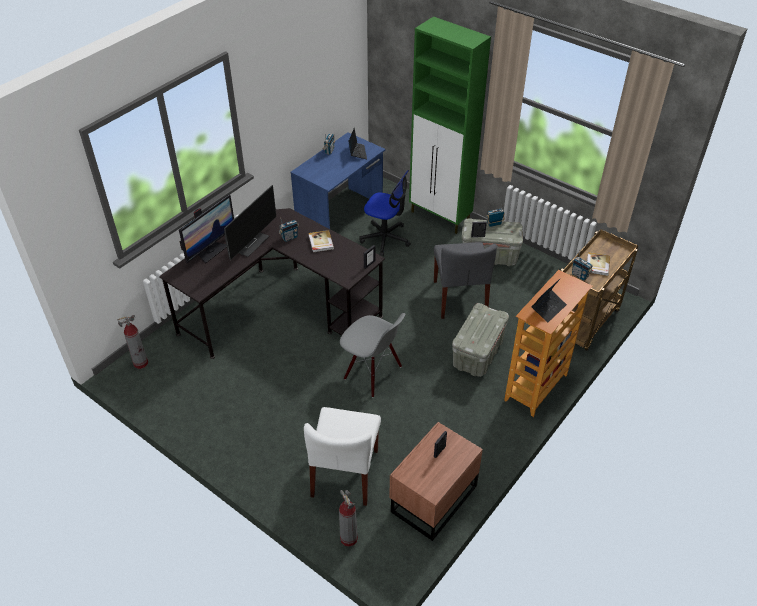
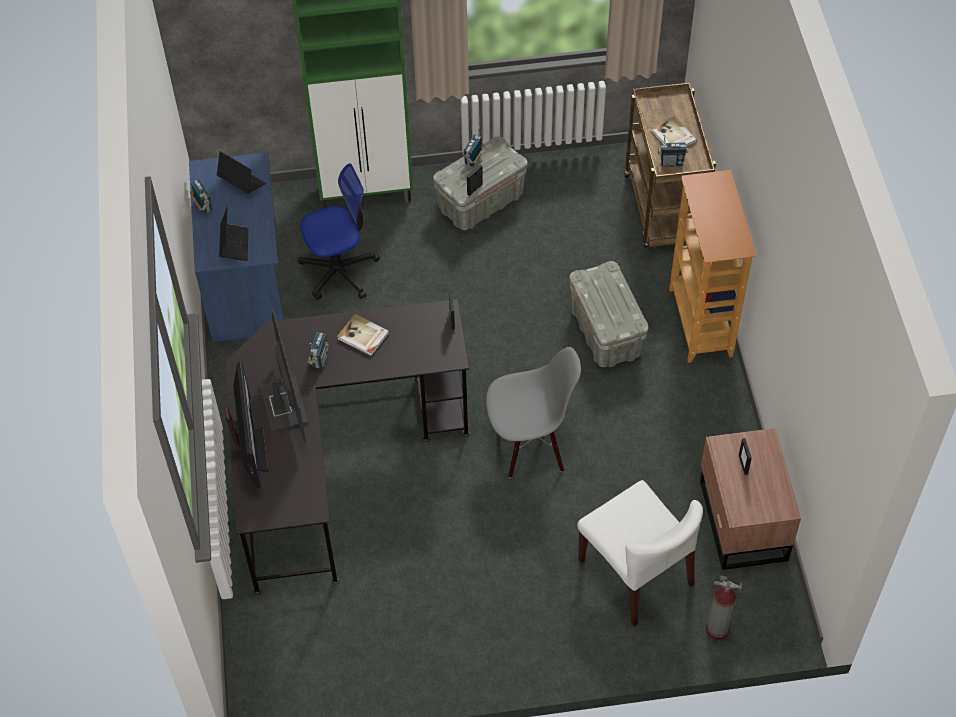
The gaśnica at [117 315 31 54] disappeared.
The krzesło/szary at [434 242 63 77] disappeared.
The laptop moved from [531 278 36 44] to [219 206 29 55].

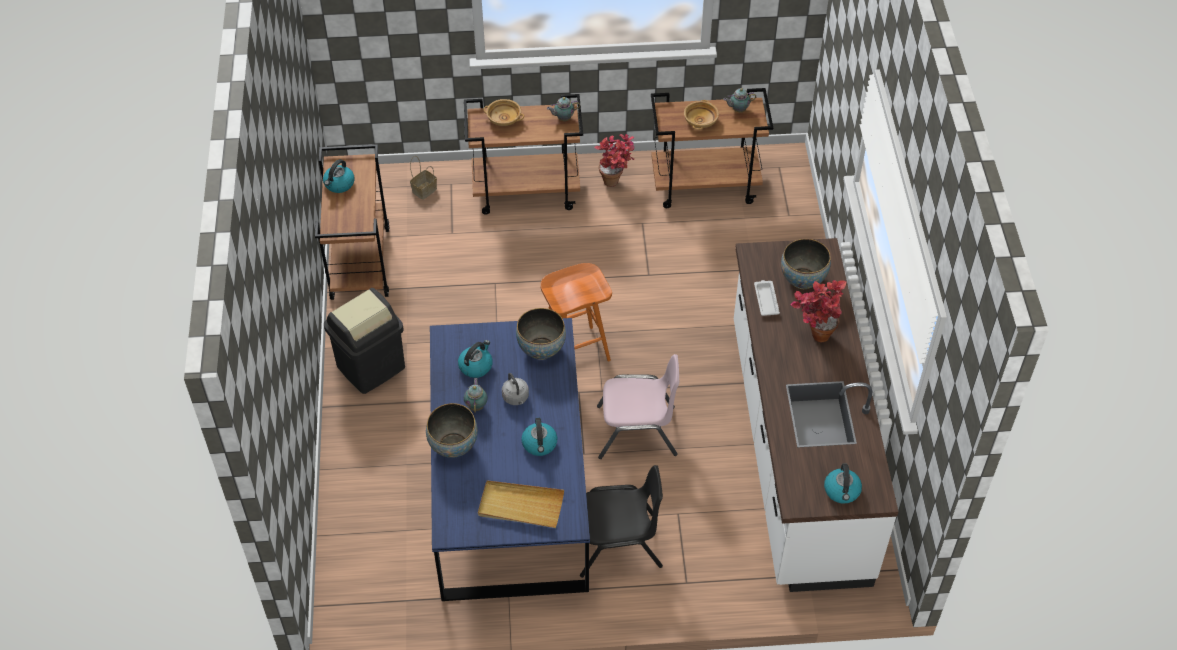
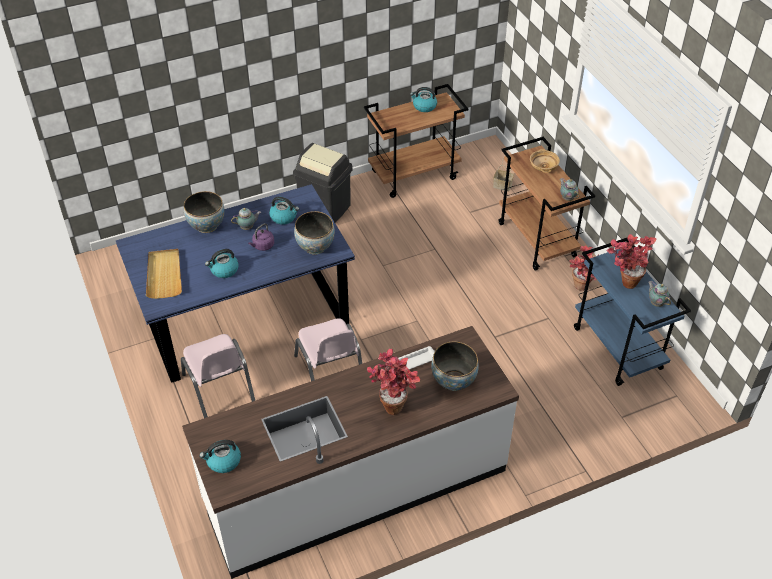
The stołek/pomarańczowy at [540 263 72 98] disappeared.
The miska/beżowy at [684 100 35 30] was replaced by the roślina doniczkowa at [606 234 50 55].
The czajnik/szary at [502 373 27 32] became the czajnik/fioletowy at [248 223 26 28].
The krzesło/czarny at [580 465 83 113] became the krzesło/różowy at [181 334 74 84].
The wózek/brązowy at [651 88 122 120] became the wózek/niebieski at [574 238 117 148].

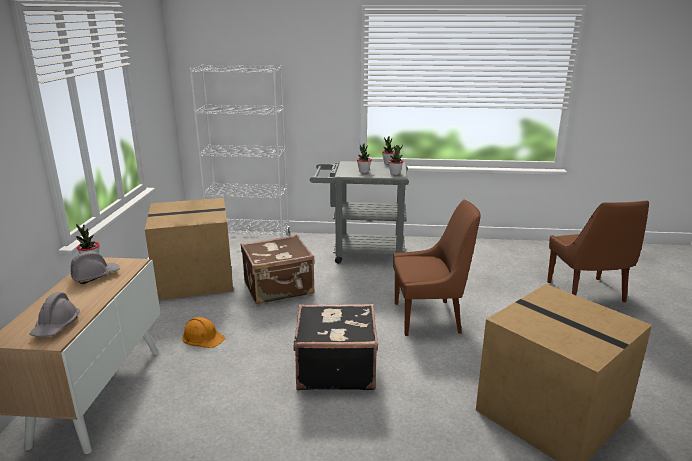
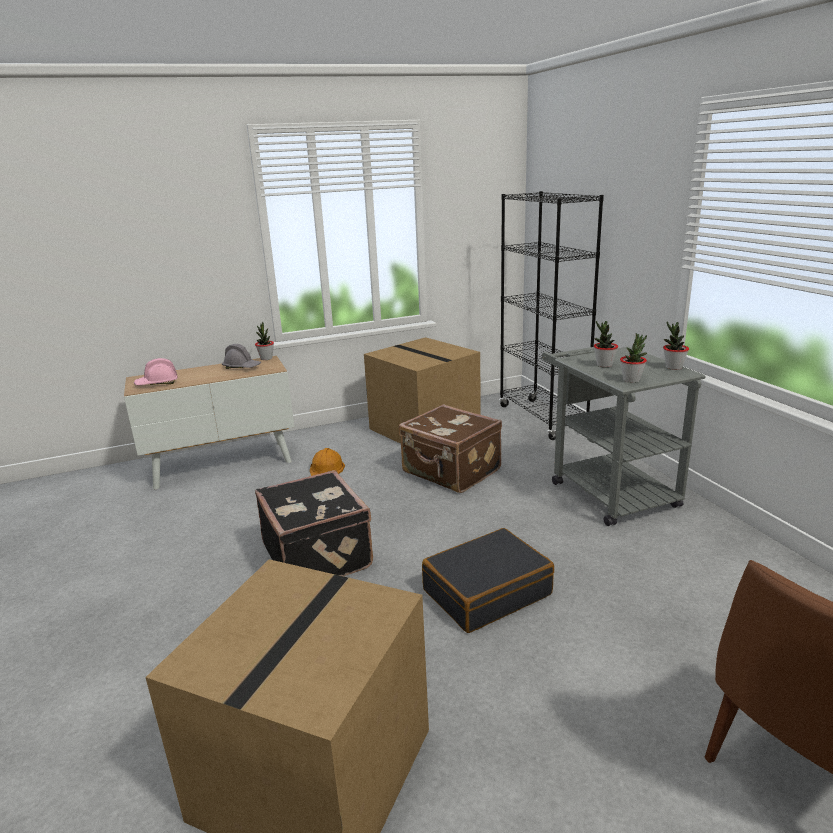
The krzesło/brązowy at [393 200 88 136] was replaced by the walizka/czarny at [422 528 132 105].
The kask/szary at [30 292 50 45] became the kask/różowy at [134 358 44 27].
The regał/biały at [189 64 101 174] became the regał/czarny at [499 191 105 249].

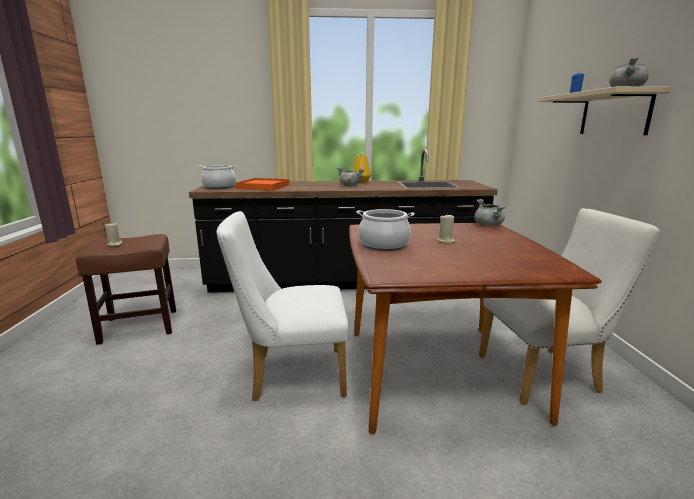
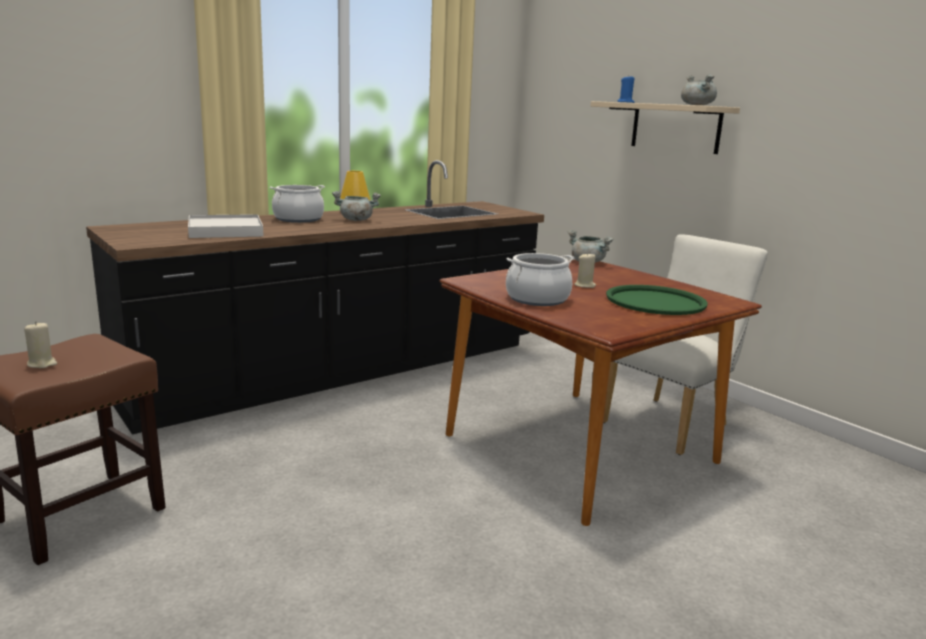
The krzesło/biały at [216 211 133 190] disappeared.
The taca/zielony at [606 285 102 30] appeared.
The garnek moved from [199 165 37 24] to [269 185 56 38].
The taca/pomarańczowy at [235 178 54 13] became the taca/biały at [188 214 75 24].

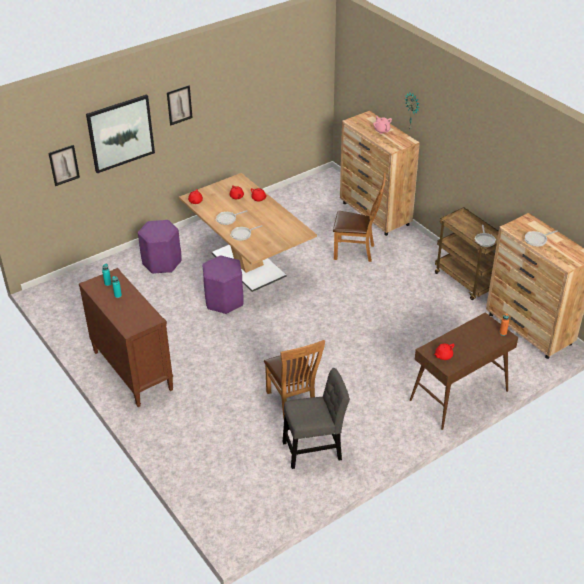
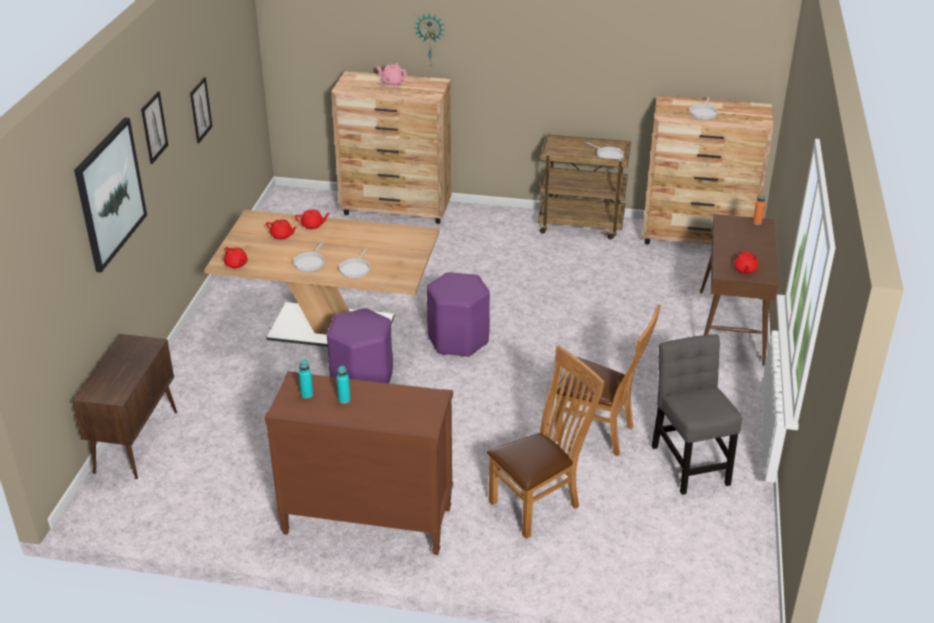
The szafka/brązowy at [72 334 105 145] appeared.
The obraz moved from [48 145 32 41] to [190 77 22 66].
The stołek/fioletowy moved from [138 220 43 54] to [427 272 63 85].
The krzesło/brązowy moved from [333 173 53 89] to [487 345 118 194].
The krzesło/szary at [283 368 67 101] turned 45 degrees counterclockwise.

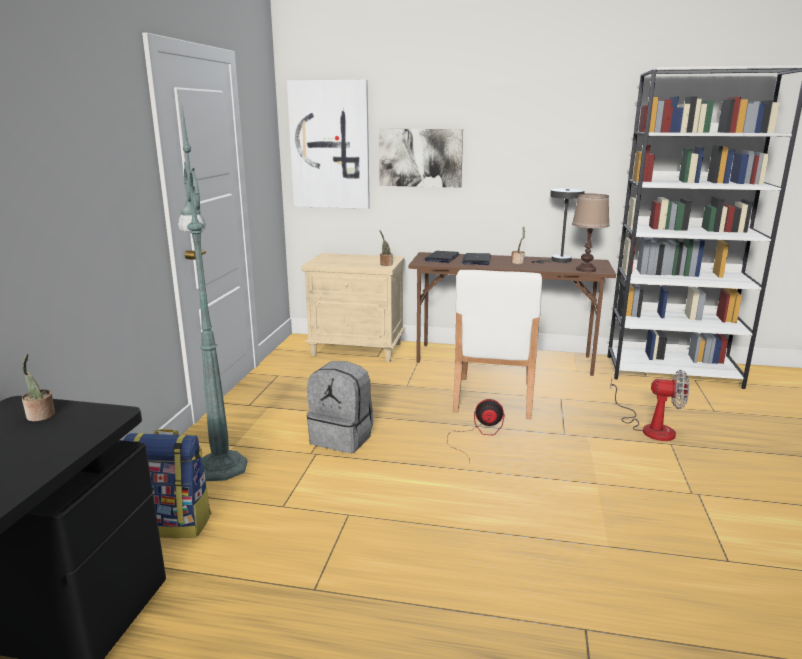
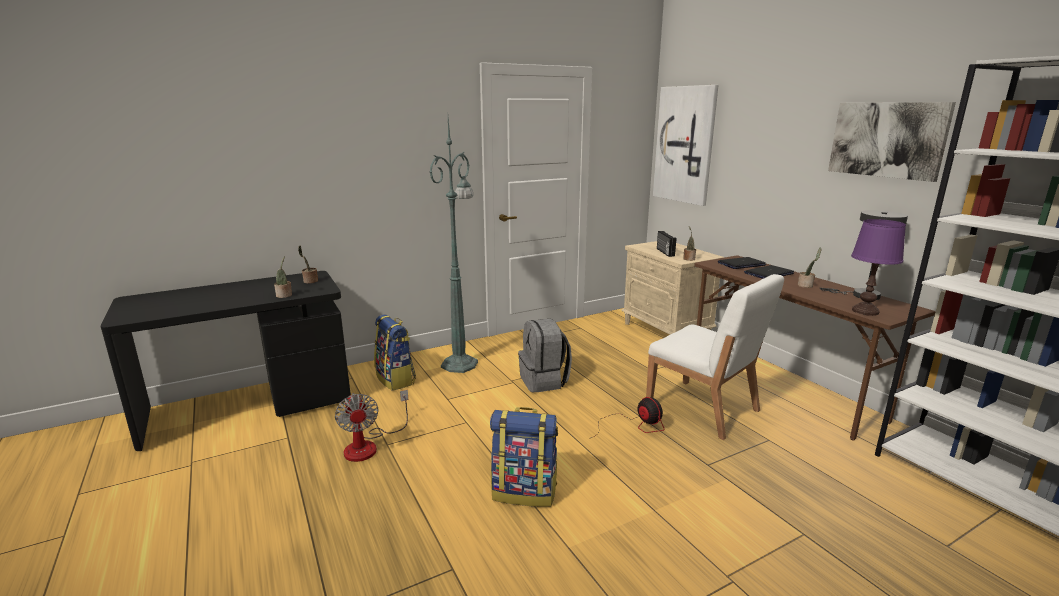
The roślina doniczkowa at [274 256 18 42] appeared.
The plecak at [490 407 68 100] appeared.
The radio at [657 231 19 26] appeared.
The obraz moved from [379 129 84 59] to [828 102 128 80].
The wentylator moved from [610 370 79 71] to [335 390 73 72].
The lampa stołowa/brązowy at [572 194 38 78] became the lampa stołowa/fioletowy at [851 219 55 97].
The krzesło/biały at [453 270 89 149] turned 105 degrees counterclockwise.

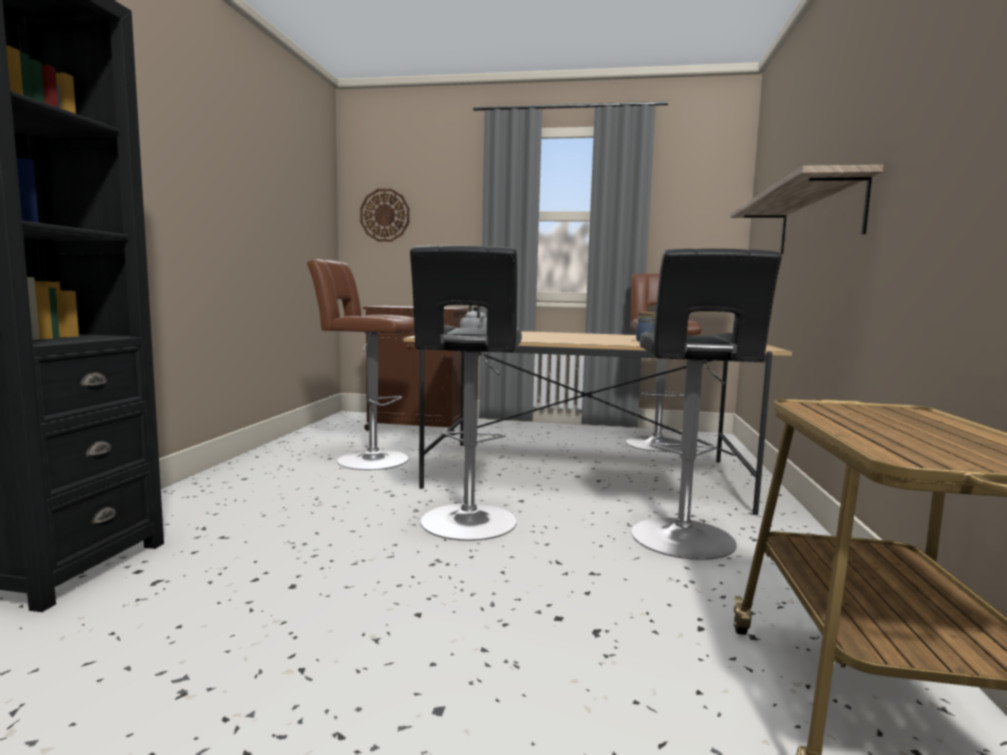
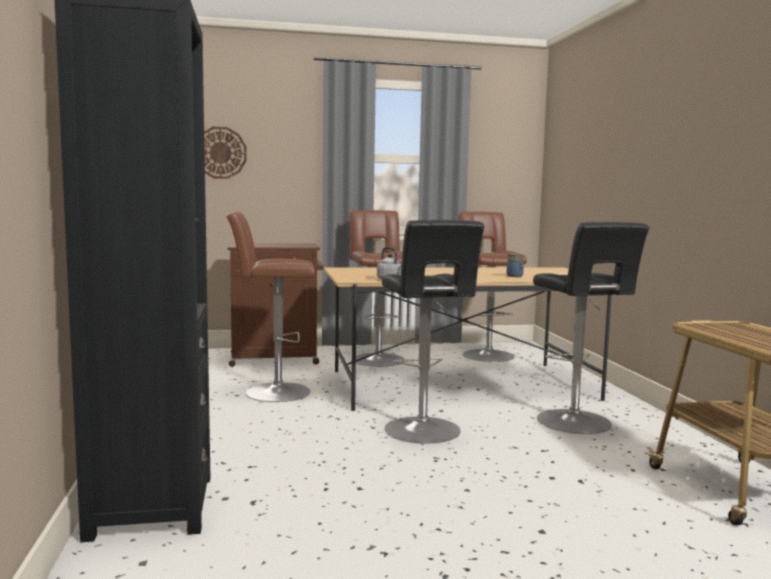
The półka at [730 165 153 89] disappeared.
The stołek/brązowy at [349 210 56 157] appeared.

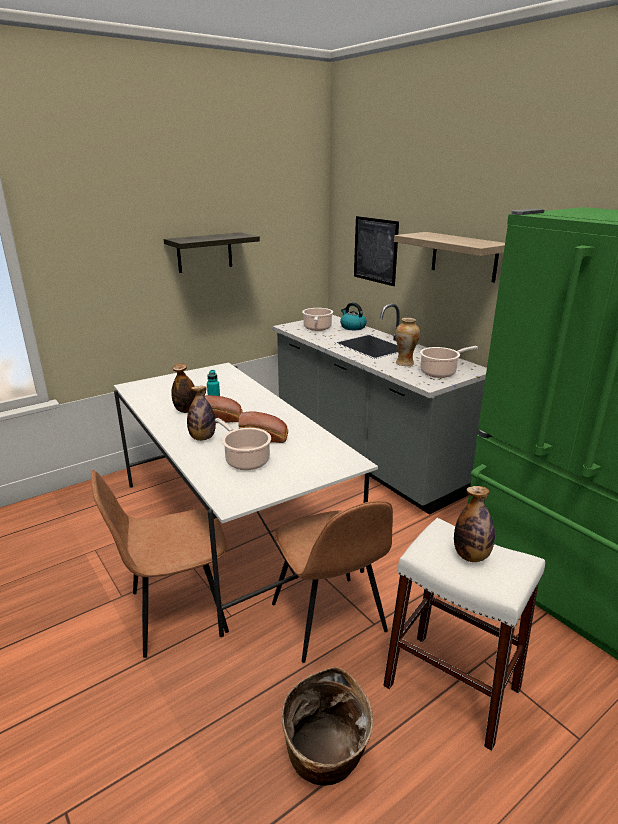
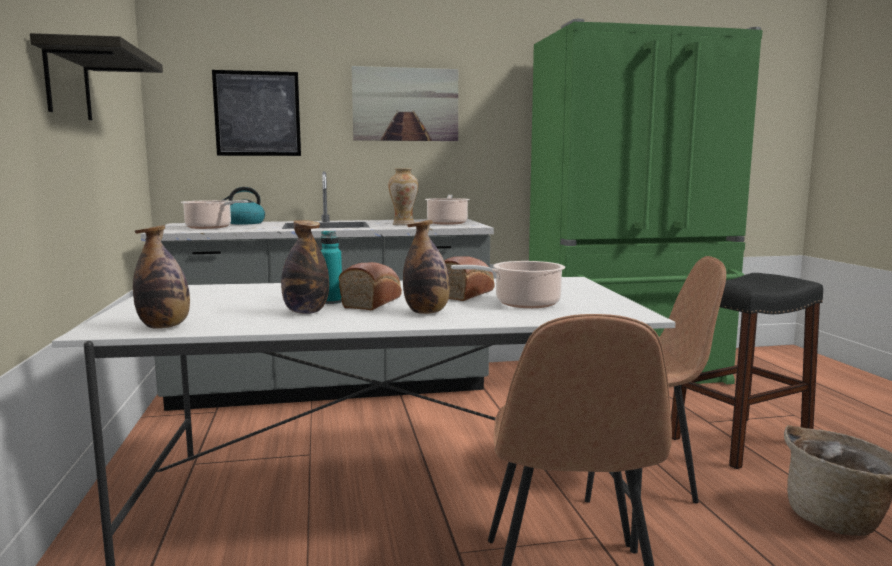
The butelka moved from [454 486 41 76] to [133 225 57 104].
The półka at [394 232 111 51] was replaced by the obraz at [351 66 107 75].
The stołek/biały at [383 518 162 233] became the stołek/czarny at [671 273 152 196].

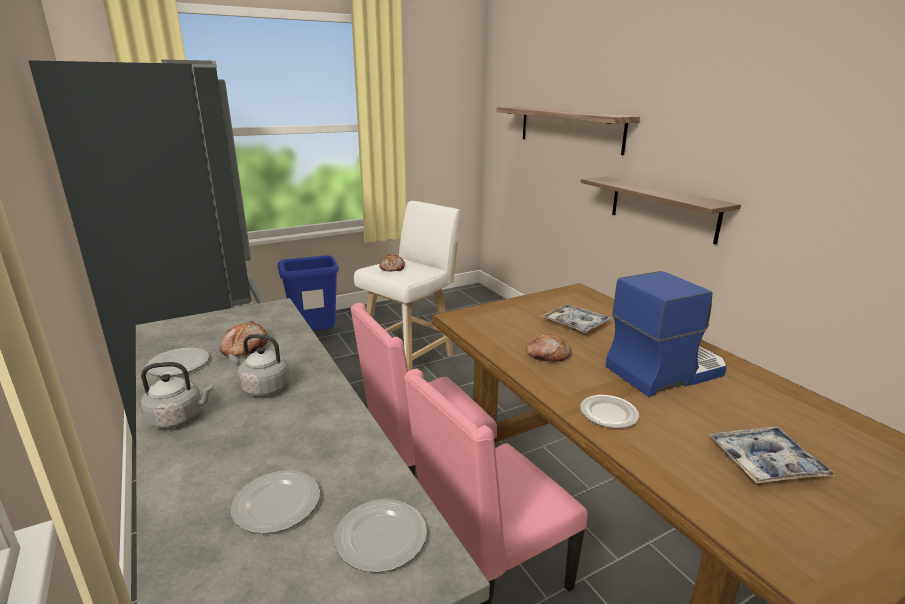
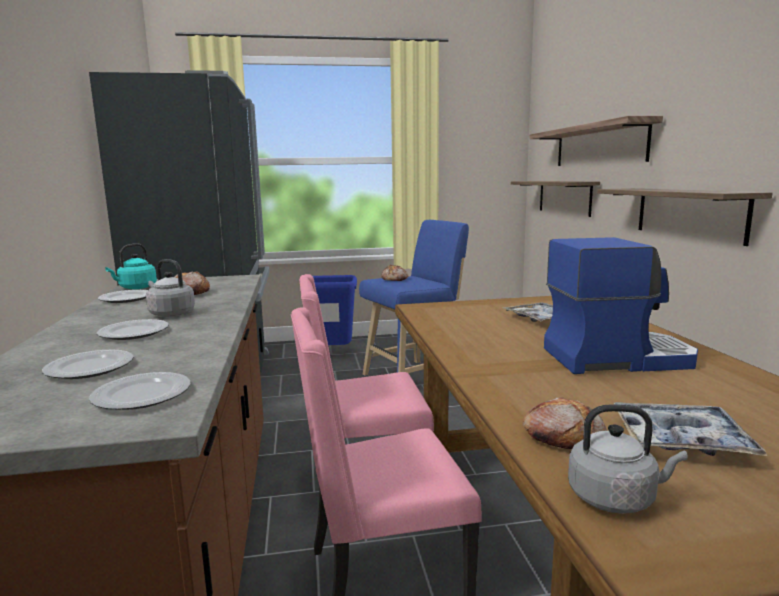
The czajnik/turkusowy at [105 244 52 45] appeared.
The półka at [511 181 89 36] appeared.
The czajnik/szary moved from [140 362 74 67] to [568 404 120 110].
The chleb moved from [526 334 46 28] to [523 397 84 52].
The talerz moved from [580 395 59 33] to [97 319 72 21].
The stołek/biały at [354 201 107 170] became the stołek/niebieski at [359 220 110 156].

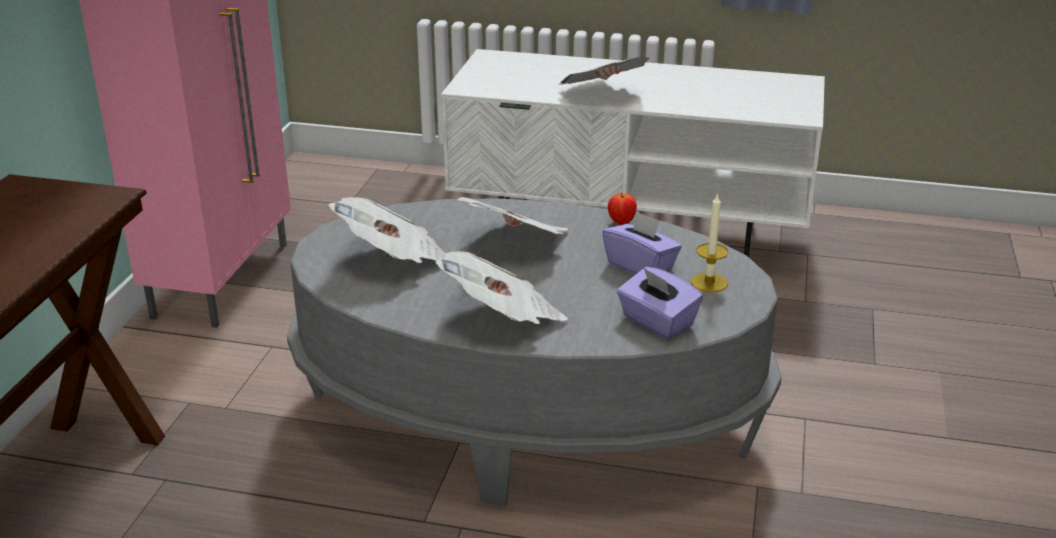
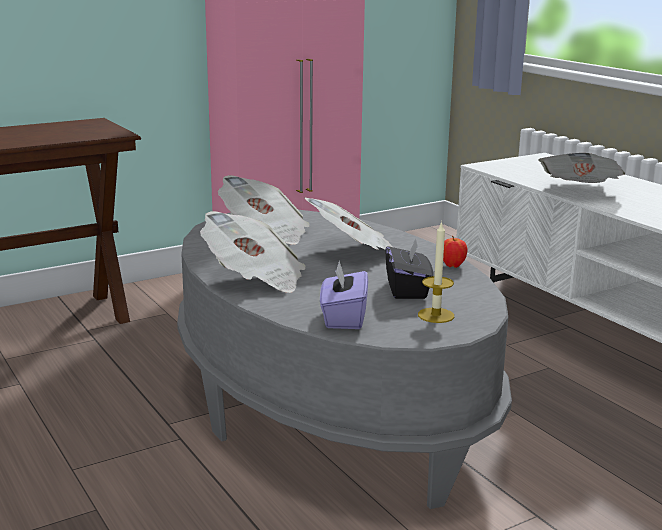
The pudełko chusteczek/fioletowy at [602 211 80 63] became the pudełko chusteczek/czarny at [385 238 48 61].

